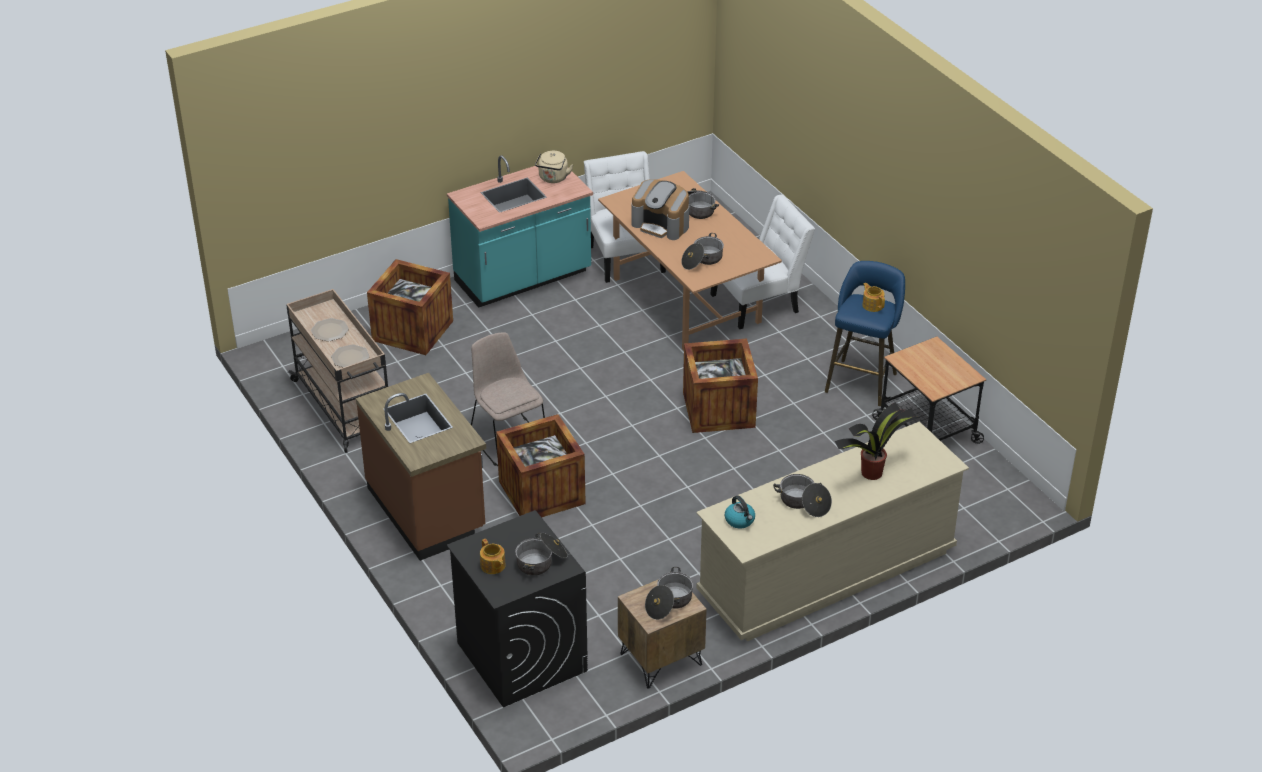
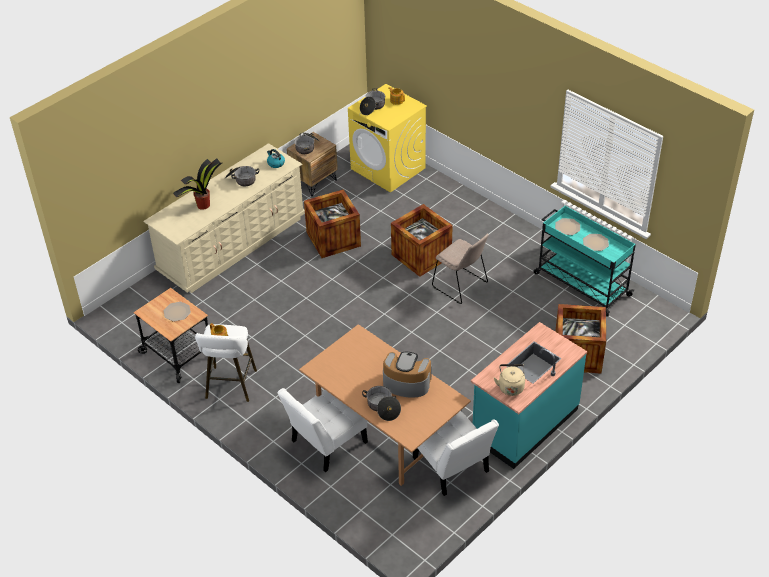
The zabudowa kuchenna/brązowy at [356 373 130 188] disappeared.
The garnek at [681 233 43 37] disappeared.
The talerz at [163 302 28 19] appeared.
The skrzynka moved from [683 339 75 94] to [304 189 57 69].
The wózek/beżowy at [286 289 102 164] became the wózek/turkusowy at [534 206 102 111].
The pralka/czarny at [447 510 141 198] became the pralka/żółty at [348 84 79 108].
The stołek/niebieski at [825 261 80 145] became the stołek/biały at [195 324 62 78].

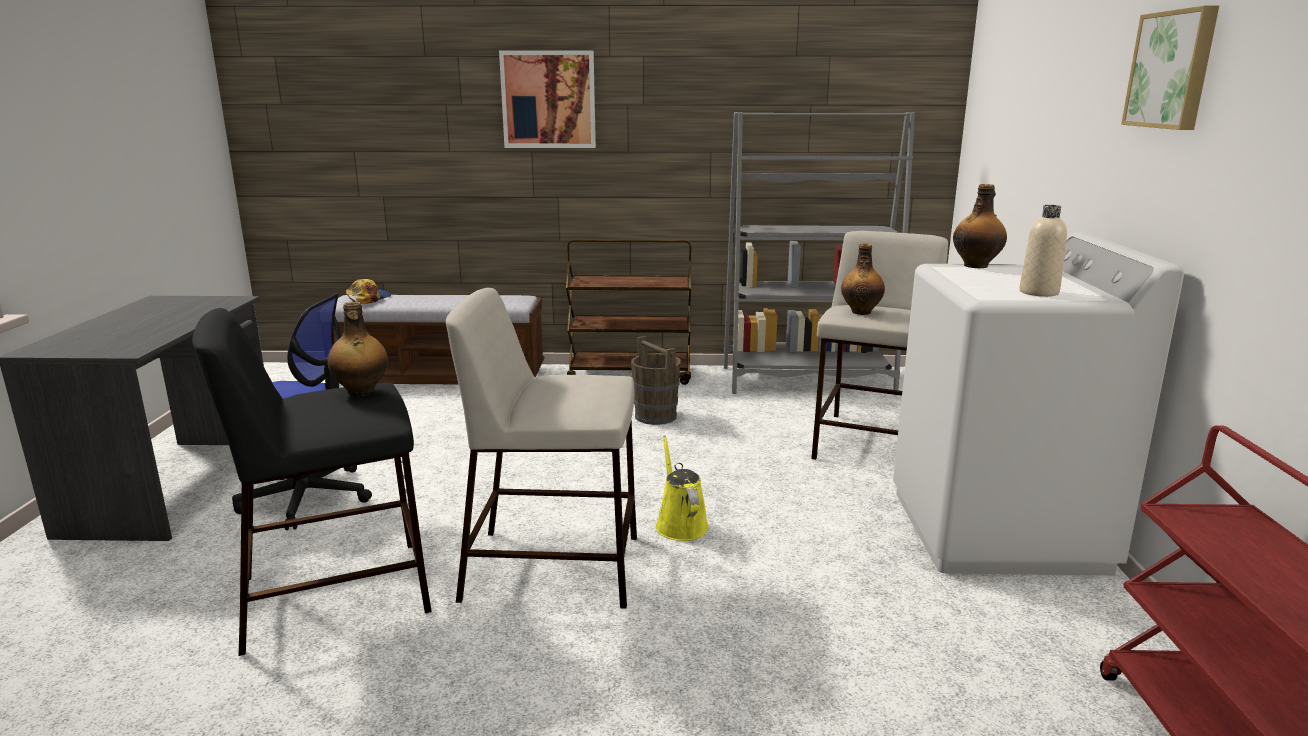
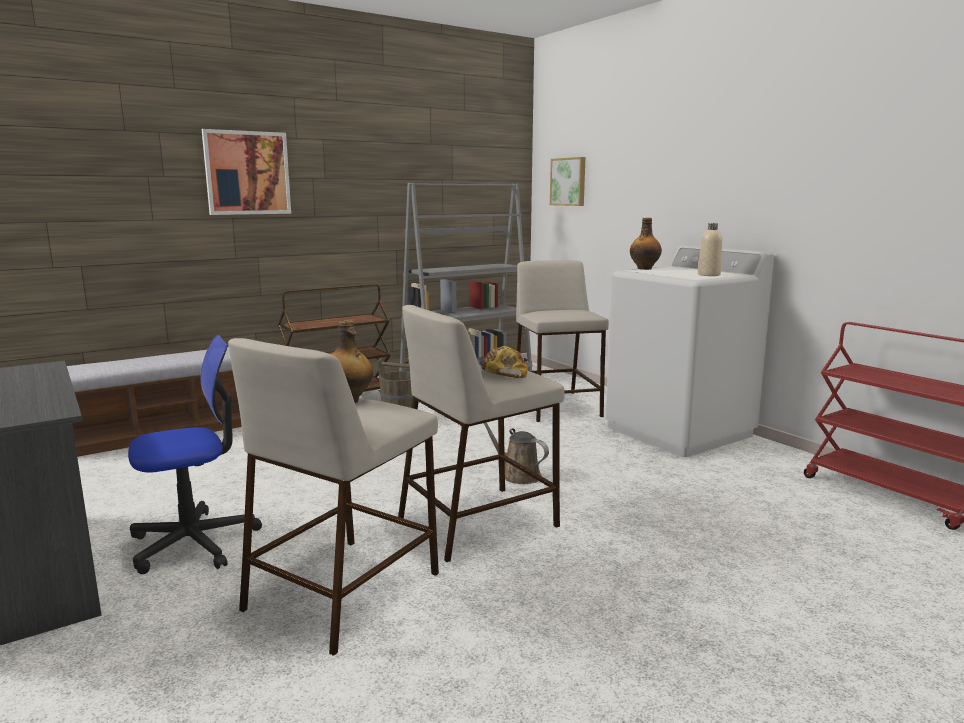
The butelka at [841 244 44 71] disappeared.
The czapka z daszkiem moved from [346 279 45 25] to [479 346 49 32].
The obraz moved from [1121 6 98 124] to [550 157 35 49].
The stołek/czarny at [192 308 240 348] became the stołek/beżowy at [228 338 211 318].
The konewka/żółty at [656 435 53 106] became the konewka/brązowy at [484 422 65 62].

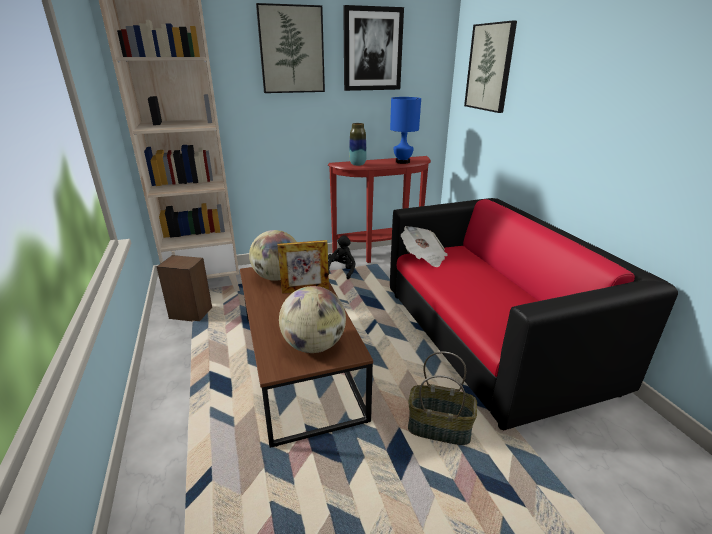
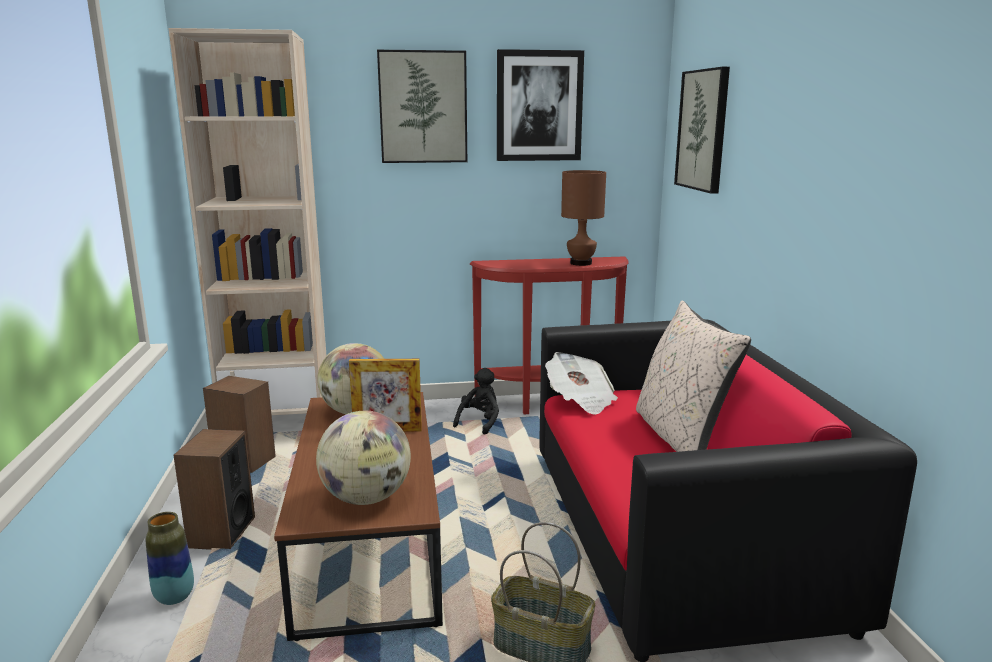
The głośnik at [174 429 81 121] appeared.
The poduszka/beżowy at [636 301 115 151] appeared.
The wazon moved from [349 123 18 43] to [146 512 48 93].
The lampa stołowa/niebieski at [390 97 31 67] became the lampa stołowa/brązowy at [561 170 45 96].

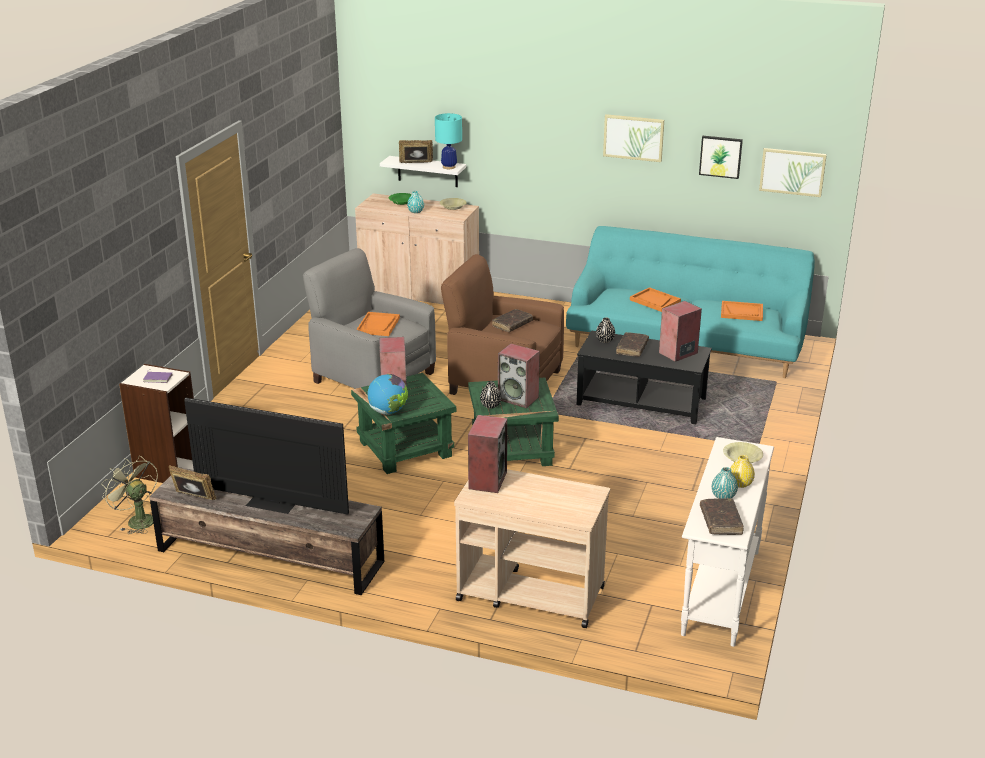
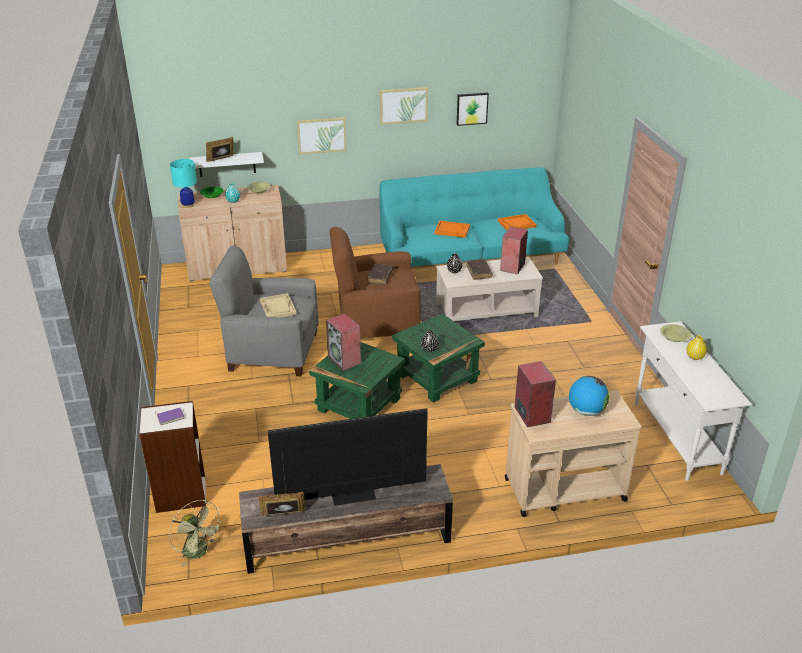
The głośnik at [498 343 42 65] disappeared.
The książka/brązowy at [700 498 44 37] disappeared.
The wazon/turkusowy at [712 467 26 32] disappeared.
The globus moved from [367 374 41 41] to [569 376 41 40].
The lampa stołowa/turkusowy moved from [435 113 27 56] to [170 159 27 49].
The obraz moved from [759 148 68 49] to [297 117 50 37].
The taca/pomarańczowy at [356 312 44 24] became the taca/beżowy at [260 293 37 24].
The ława/czarny at [577 330 135 94] became the ława/beżowy at [436 257 107 64].
The wentylator/zielony at [101 456 57 78] turned 150 degrees counterclockwise.

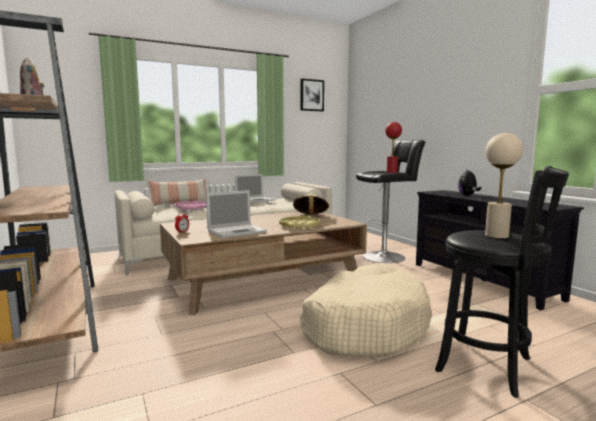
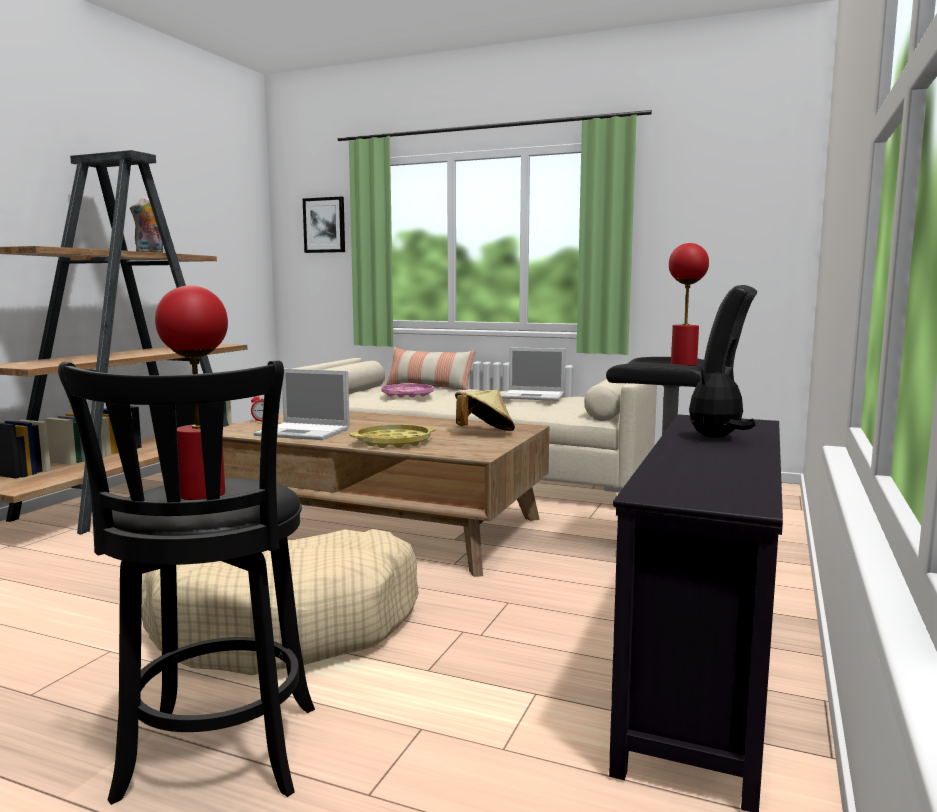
The obraz moved from [301 79 23 32] to [303 196 42 57].
The lampa stołowa/beżowy at [485 133 38 106] became the lampa stołowa/czerwony at [155 285 73 215].

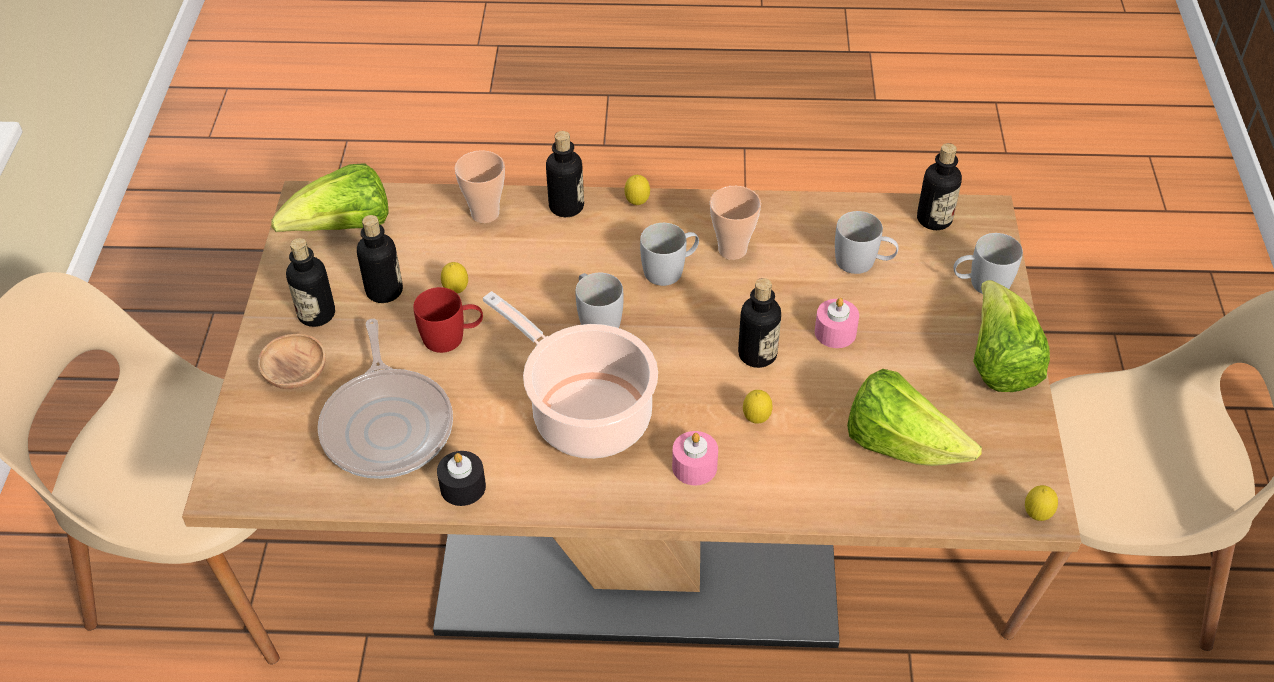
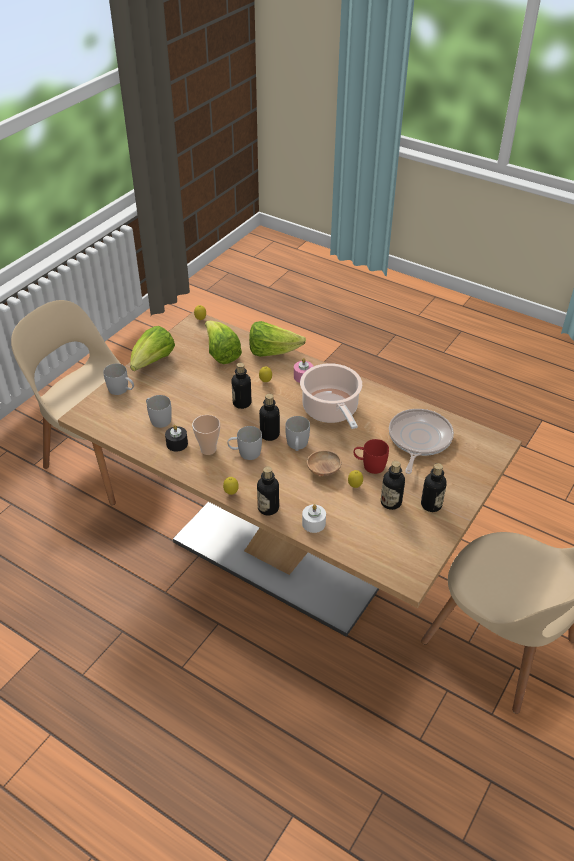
The świeca/różowy at [815 298 44 50] disappeared.
The miska/brązowy moved from [258 334 68 55] to [307 450 35 26].
The sałata moved from [271 163 118 69] to [249 321 57 36].
The świeca/czarny moved from [437 451 49 55] to [165 425 23 27].
The butelka moved from [917 143 45 87] to [259 394 21 47].
The filiżanka at [455 150 50 73] was replaced by the świeca/biały at [302 504 24 29].

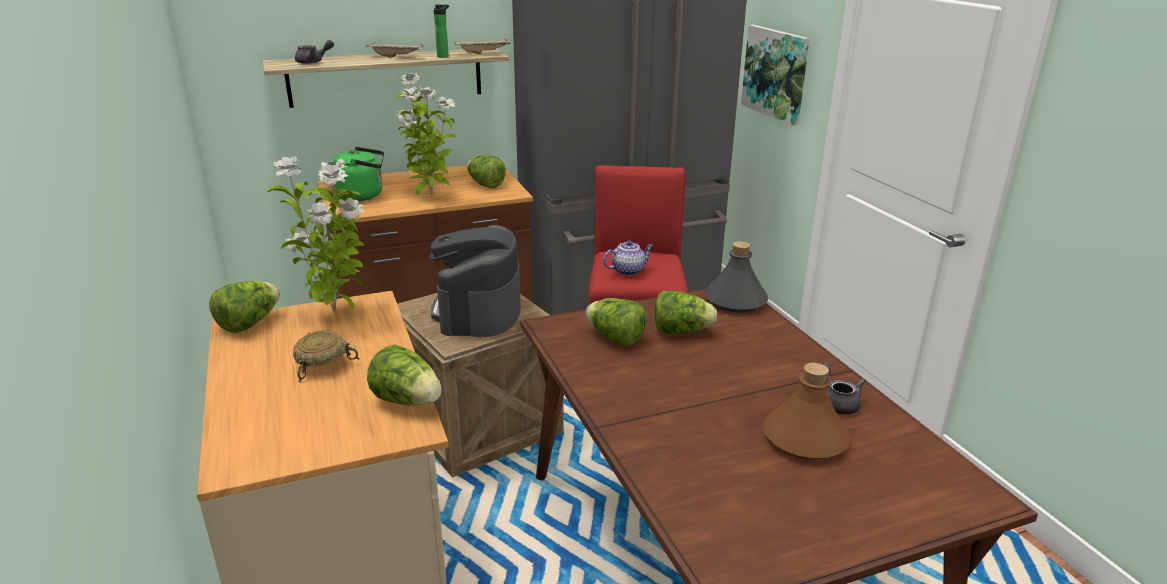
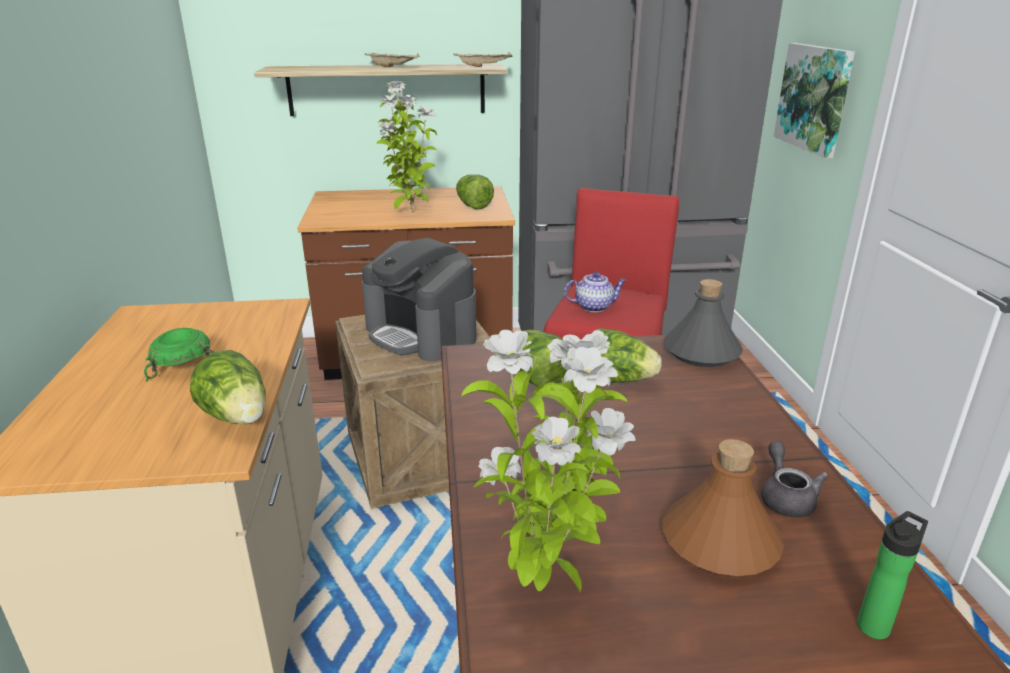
The sałata at [209 281 71 52] disappeared.
The imbryk/szary at [295 40 39 24] disappeared.
The czajnik/zielony at [332 147 52 54] disappeared.
The roślina doniczkowa moved from [266 156 98 157] to [461 330 175 262].
The butelka moved from [434 4 15 54] to [857 511 71 128].
The miska/beżowy at [293 330 67 52] became the miska/zielony at [144 328 71 53].
The ekspres do kawy at [430 225 91 112] turned 60 degrees counterclockwise.

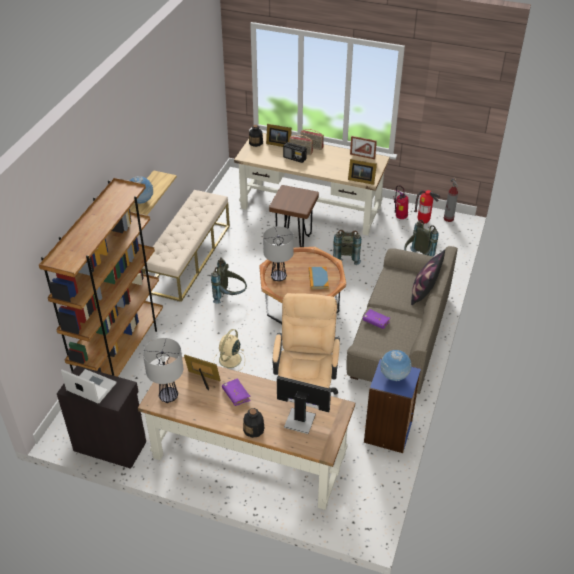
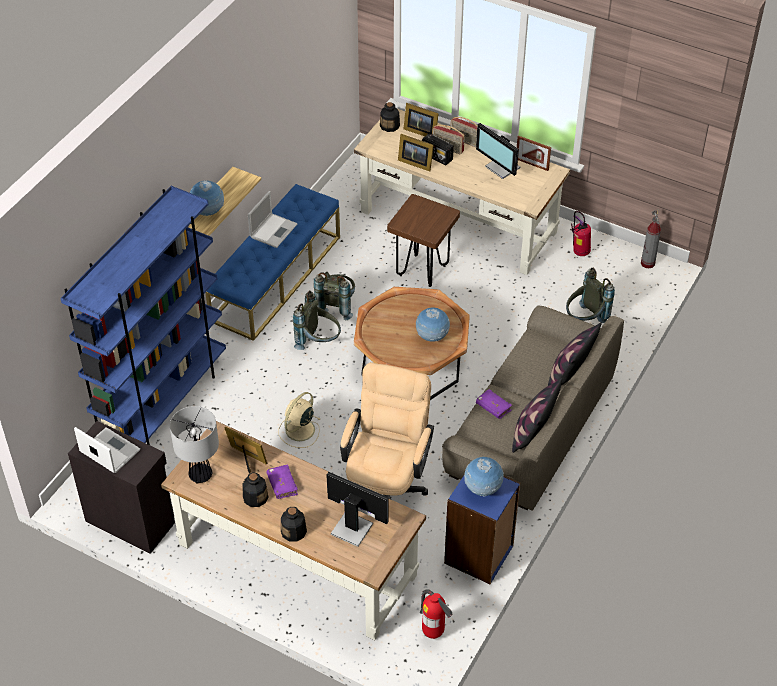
The lampa stołowa at [263 226 31 55] disappeared.
The butelka at [242 473 26 34] appeared.
The laptop at [248 191 50 57] appeared.
The monitor at [476 123 45 56] appeared.
The poduszka at [512 378 50 75] appeared.
The plecak/szary moved from [333 230 28 35] to [314 272 41 49].
The ramka na zdjęcie moved from [348 159 29 26] to [398 134 36 38].
The gaśnica moved from [414 190 27 34] to [420 589 33 50].
The książka at [309 267 20 22] was replaced by the globus at [416 307 34 35].
The regał/brązowy at [39 178 124 199] became the regał/niebieski at [60 186 166 259].
The ławka/beżowy at [142 190 88 112] became the ławka/niebieski at [205 184 135 157].

